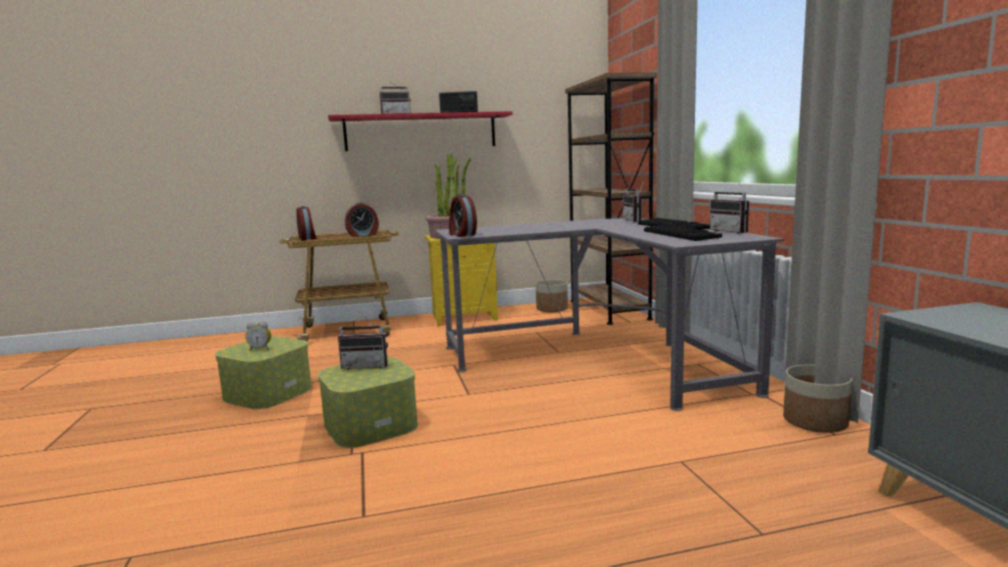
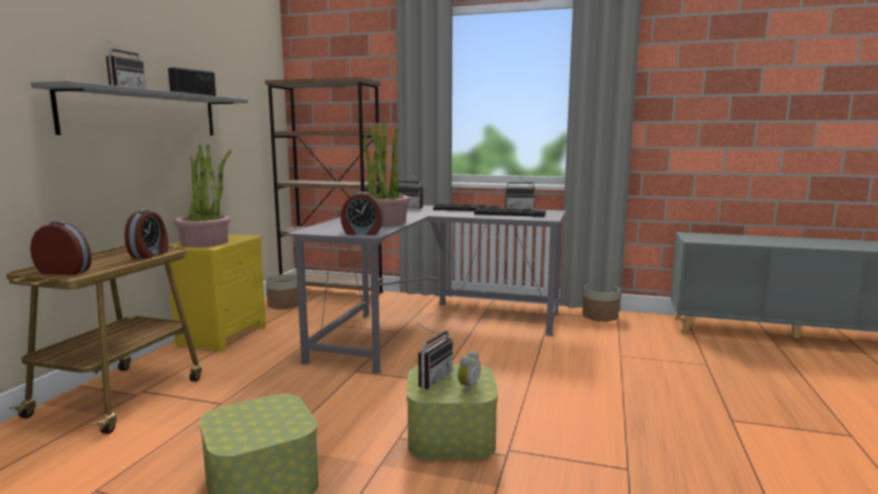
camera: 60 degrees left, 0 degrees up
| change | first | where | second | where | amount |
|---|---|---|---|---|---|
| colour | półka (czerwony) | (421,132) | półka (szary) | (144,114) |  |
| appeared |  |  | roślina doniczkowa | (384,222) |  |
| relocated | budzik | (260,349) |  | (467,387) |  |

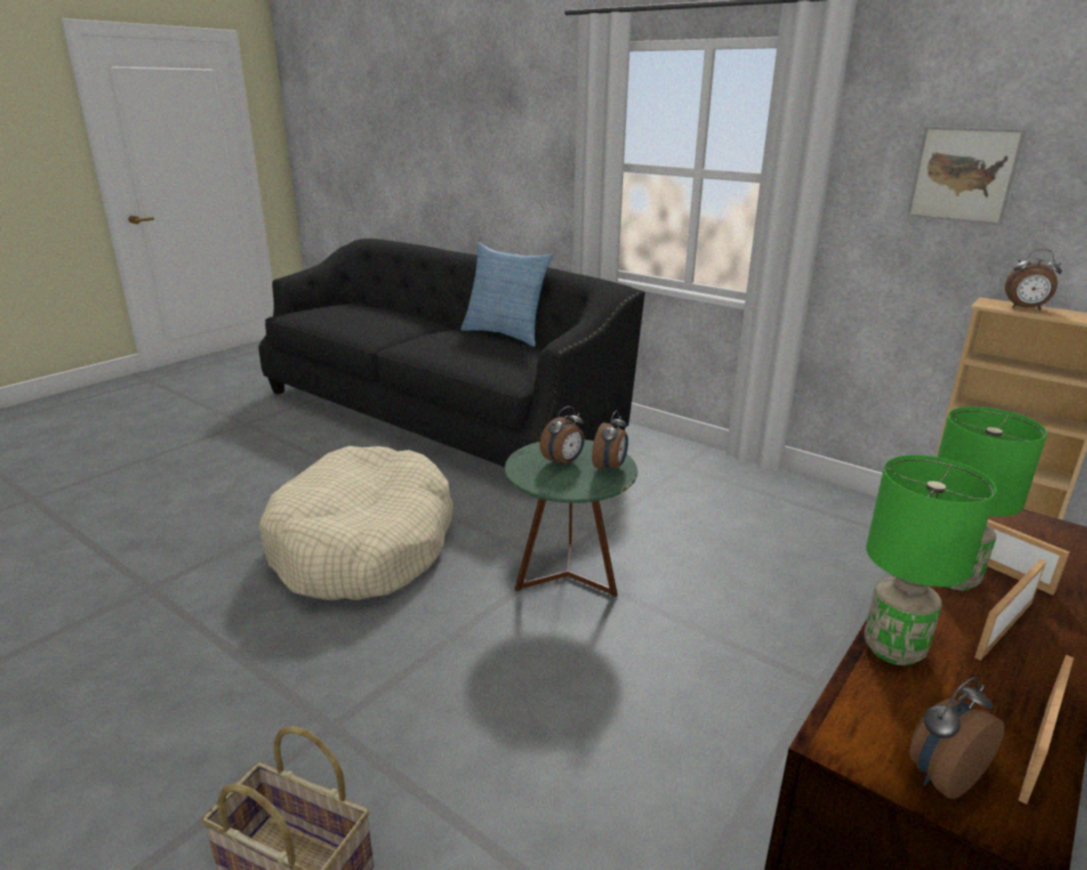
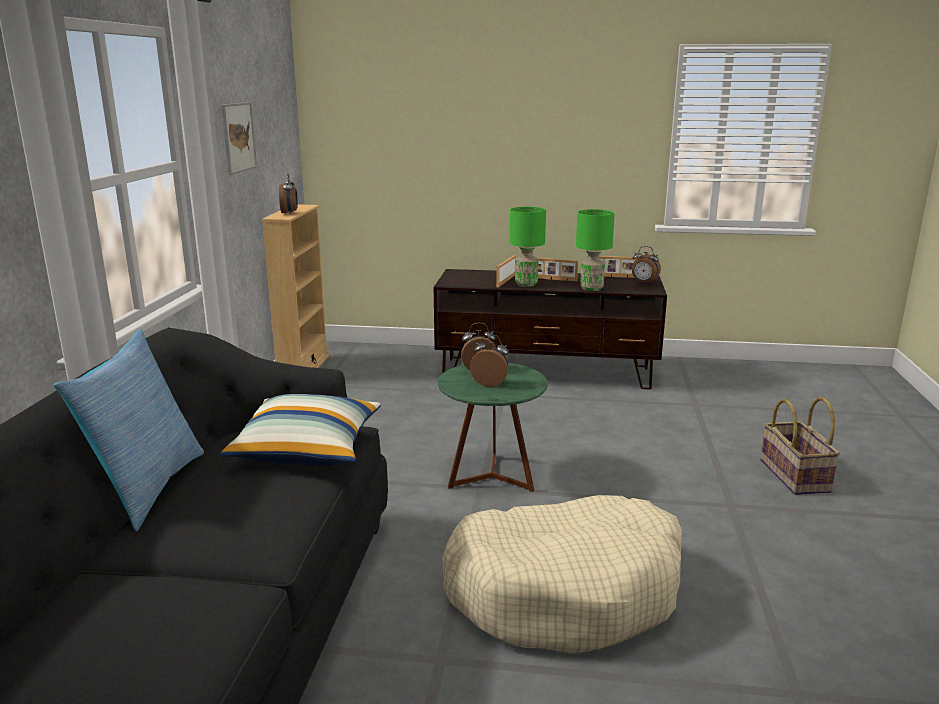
camera: 120 degrees left, 5 degrees down
| change | first | where | second | where | amount |
|---|---|---|---|---|---|
| appeared |  |  | poduszka | (307,449) |  |

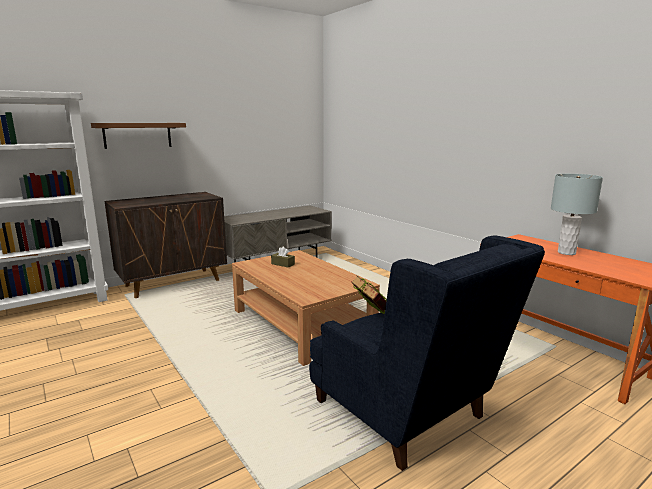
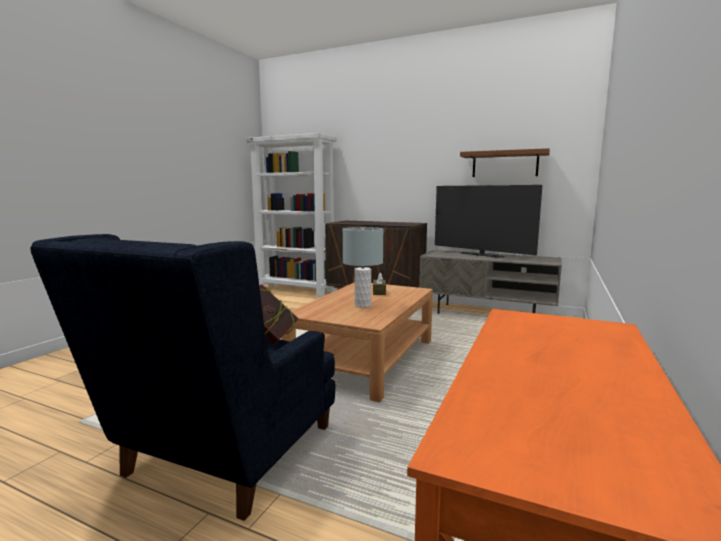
camera: 60 degrees right, 5 degrees down
| change | first | where | second | where | amount |
|---|---|---|---|---|---|
| relocated | lampa stołowa (szary) | (566,252) |  | (363,305) |  |
| appeared |  |  | telewizor | (481,255) |  |
| relocated | półka (brązowy) | (137,135) |  | (505,164) |  |

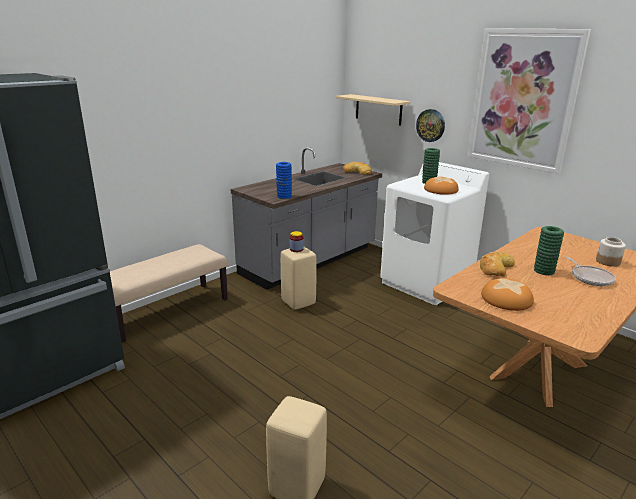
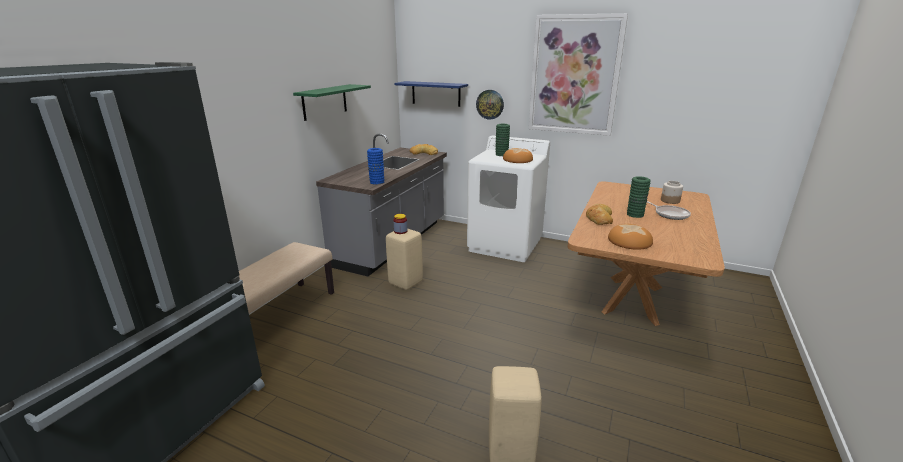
camera: 20 degrees left, 0 degrees up
| change | first | where | second | where | amount |
|---|---|---|---|---|---|
| appeared |  |  | półka (zielony) | (325,102) |  |
| colour | półka (beżowy) | (378,109) | półka (niebieski) | (436,93) |  |

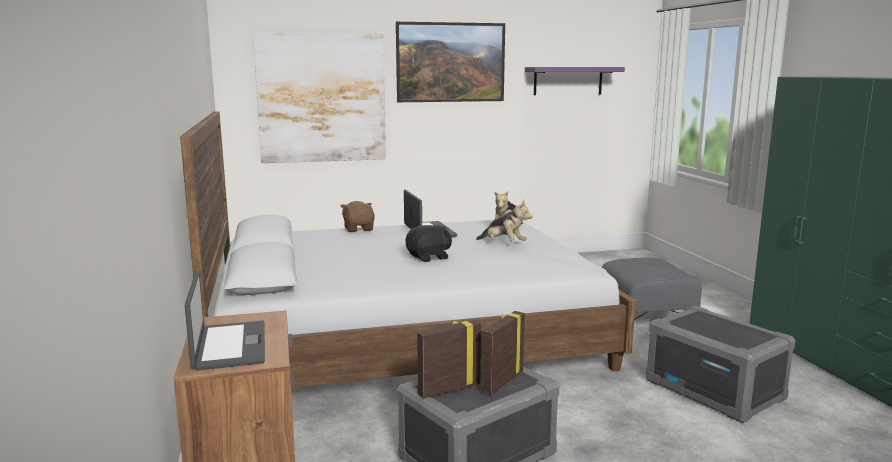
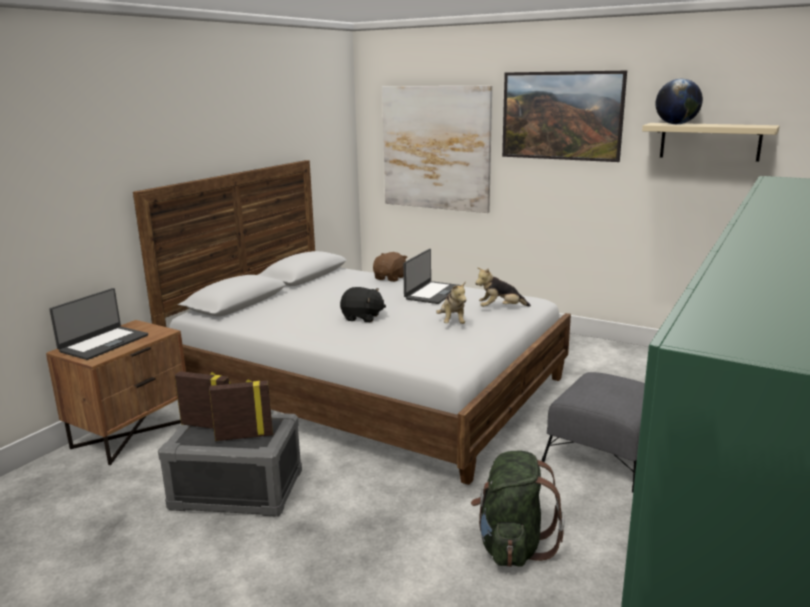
camera: 45 degrees right, 5 degrees up
| change | first | where | second | where | amount |
|---|---|---|---|---|---|
| exchanged | pojemnik do przechowywania (szary) | (715,390) | plecak (zielony) | (512,546) |  |
| colour | półka (fioletowy) | (568,81) | półka (beżowy) | (710,141) |  |
| appeared |  |  | globus | (676,124) |  |

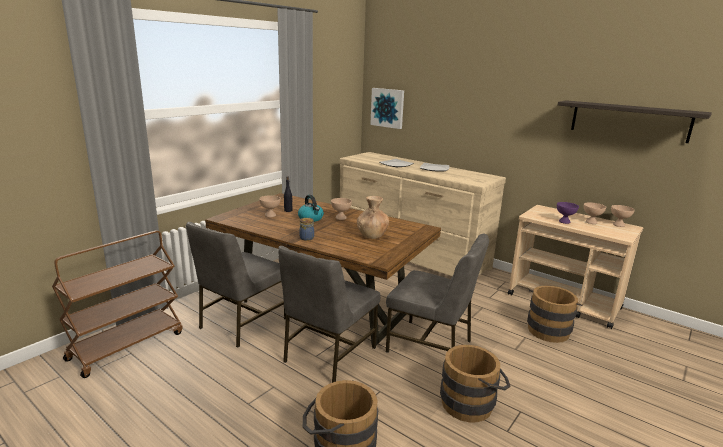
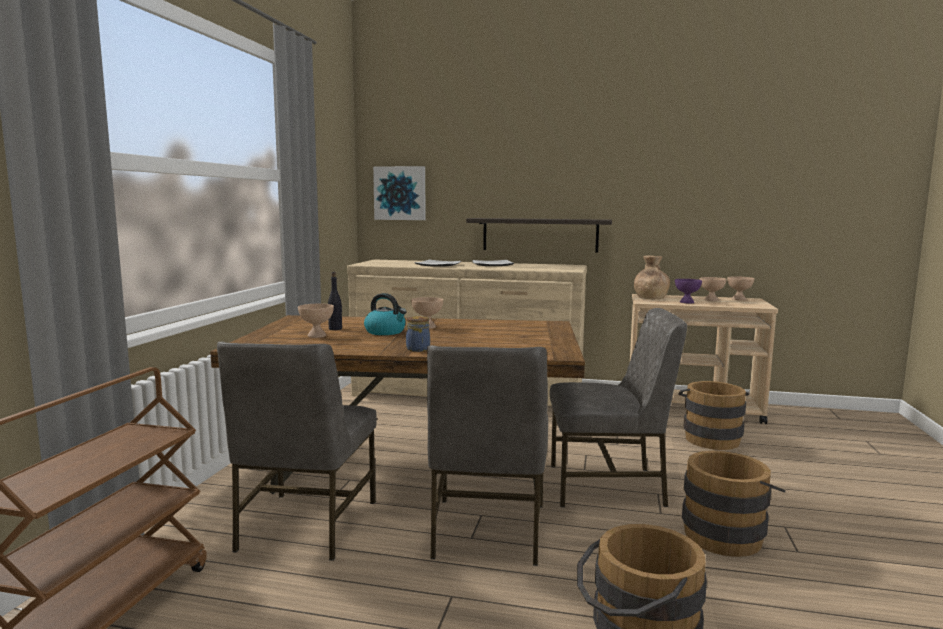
camera: 25 degrees left, 10 degrees down
| change | first | where | second | where | amount |
|---|---|---|---|---|---|
| relocated | półka | (629,121) |  | (540,235) |  |
| relocated | wazon (brązowy) | (372,235) |  | (650,298) |  |

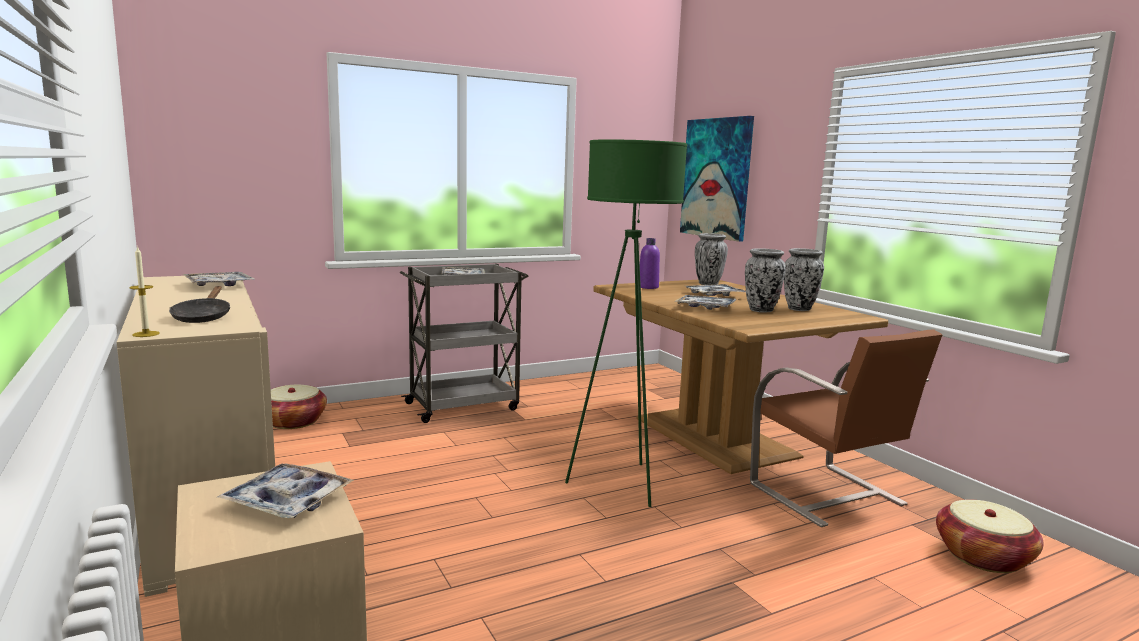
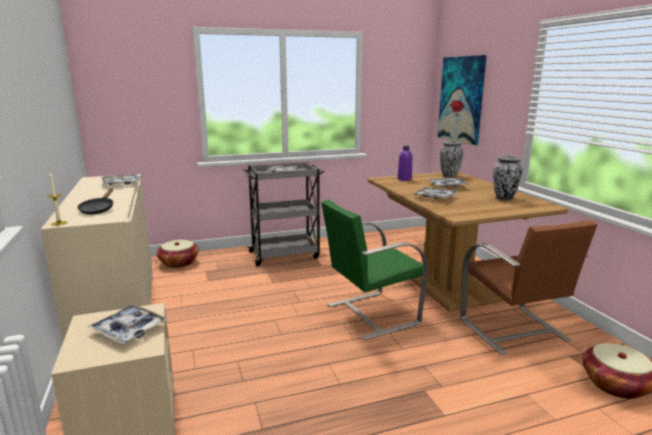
camera: 10 degrees right, 5 degrees up
| change | first | where | second | where | amount |
|---|---|---|---|---|---|
| exchanged | lampa stojąca (zielony) | (620,483) | krzesło (zielony) | (370,314) |  |
| missing | wazon | (761,310) |  |  |  |

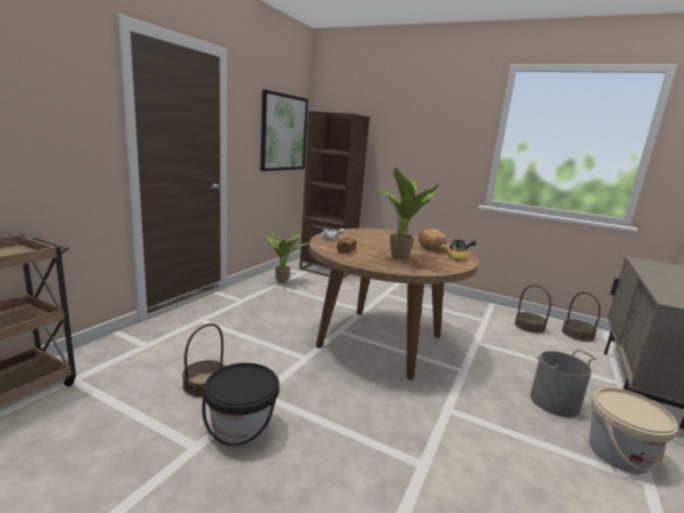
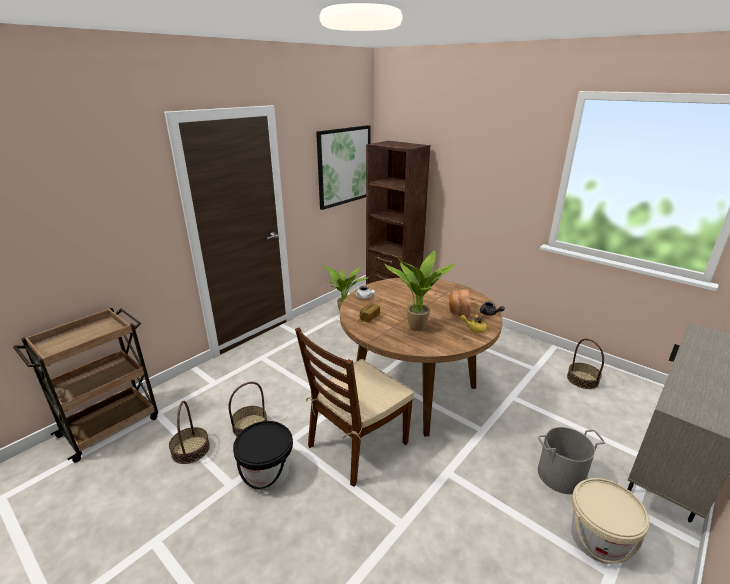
camera: 15 degrees right, 10 degrees up
| change | first | where | second | where | amount |
|---|---|---|---|---|---|
| relocated | koszyk | (577,334) |  | (190,449) |  |
| appeared |  |  | krzesło (brązowy) | (357,445) |  |

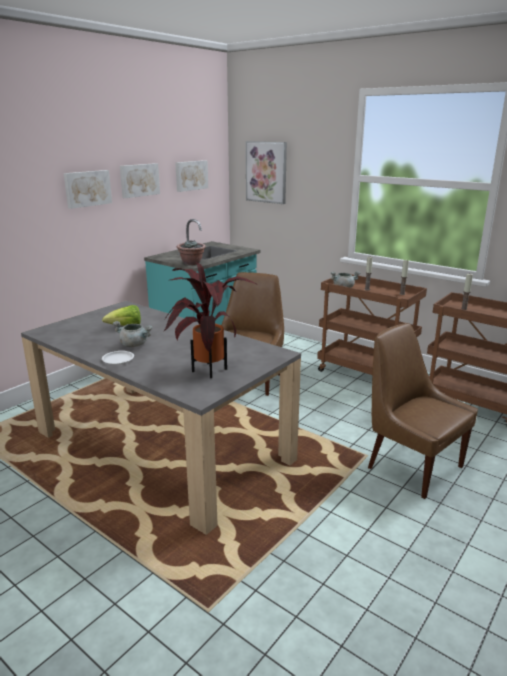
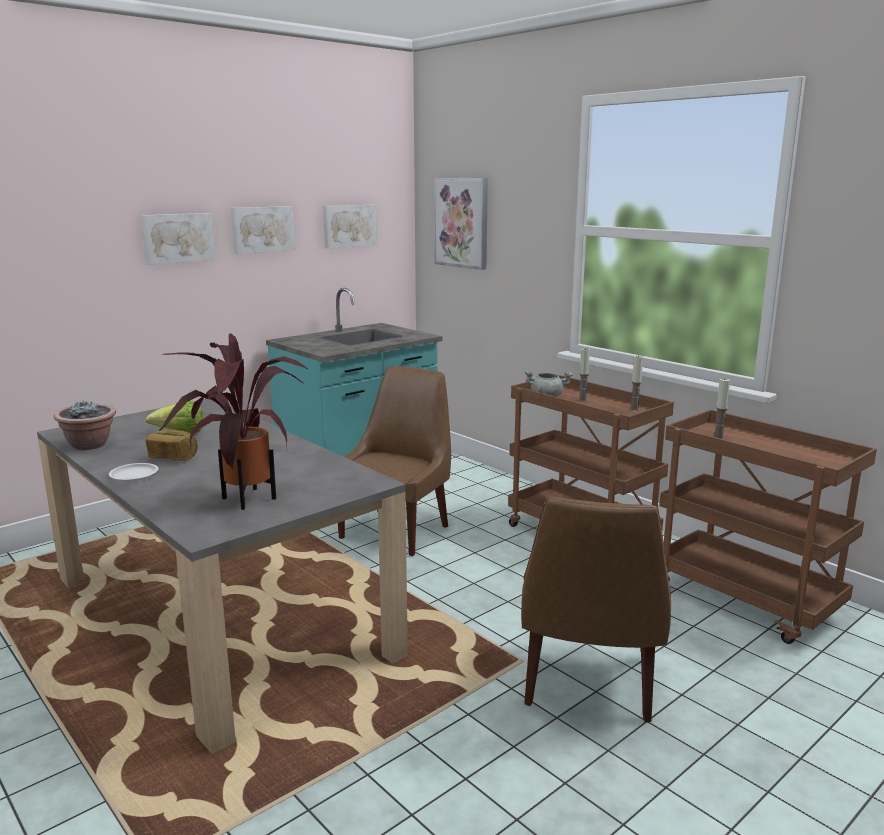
camera: 10 degrees right, 5 degrees down
| change | first | where | second | where | amount |
|---|---|---|---|---|---|
| relocated | roślina doniczkowa | (192,263) |  | (89,445) |  |
| exchanged | garnek (szary) | (135,345) | chleb | (173,457) |  |
| spun | krzesło (brązowy) | (411,465) |  | (588,684) | 135 degrees counterclockwise |

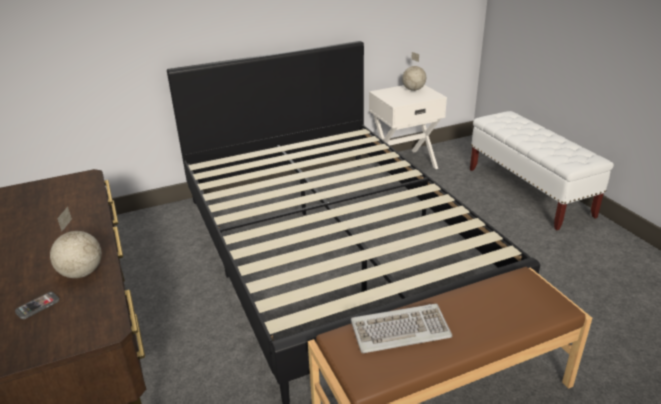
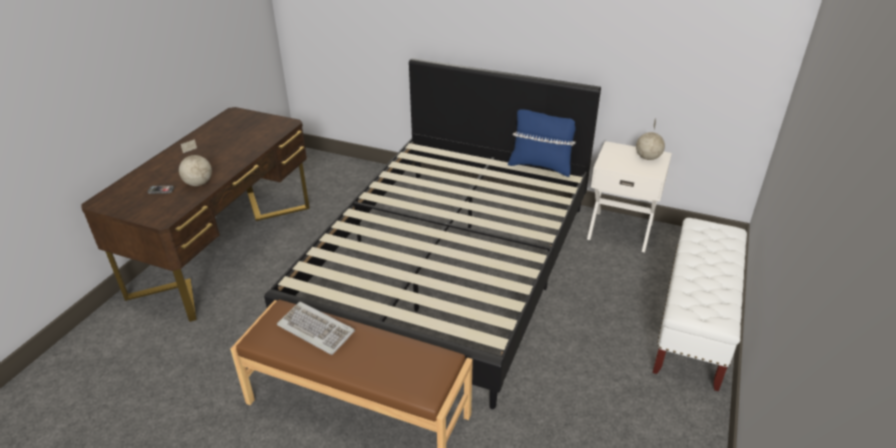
camera: 45 degrees right, 5 degrees up
| change | first | where | second | where | amount |
|---|---|---|---|---|---|
| appeared |  |  | poduszka (niebieski) | (540,166) |  |

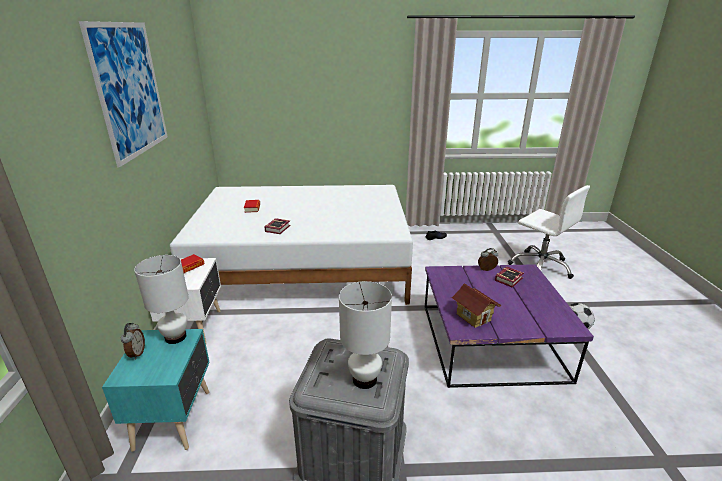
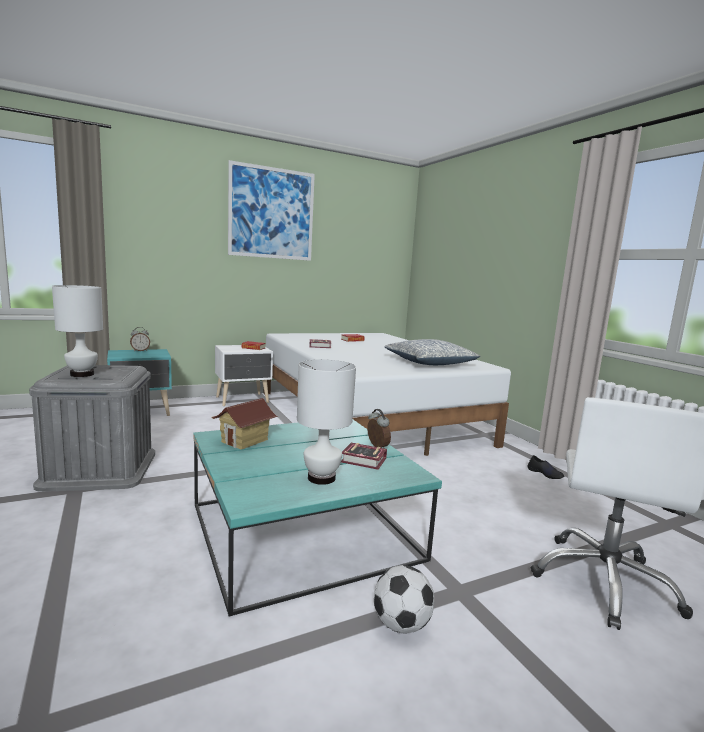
camera: 65 degrees right, 15 degrees down
| change | first | where | second | where | amount |
|---|---|---|---|---|---|
| colour | ława (fioletowy) | (490,342) | ława (turkusowy) | (300,530) |  |
| relocated | lampa stołowa (biały) | (176,337) |  | (322,478) |  |
| appeared |  |  | poduszka | (430,363) |  |

